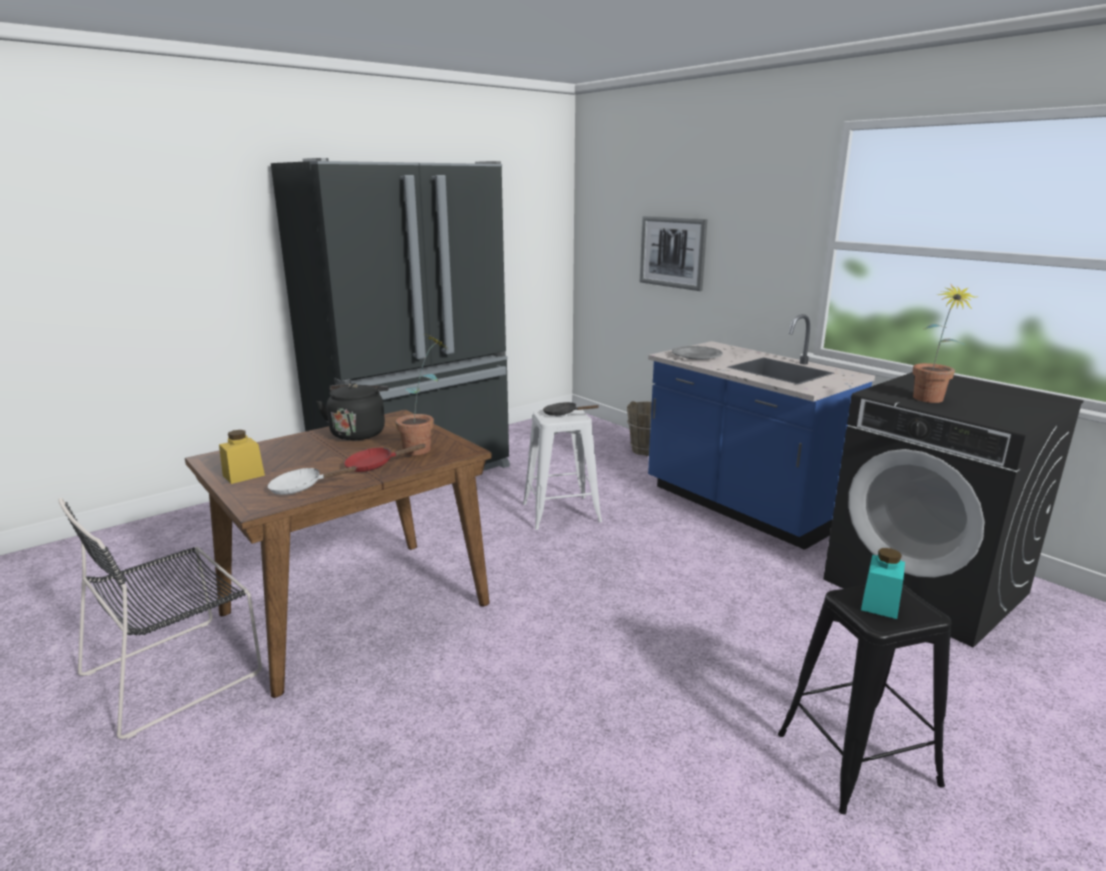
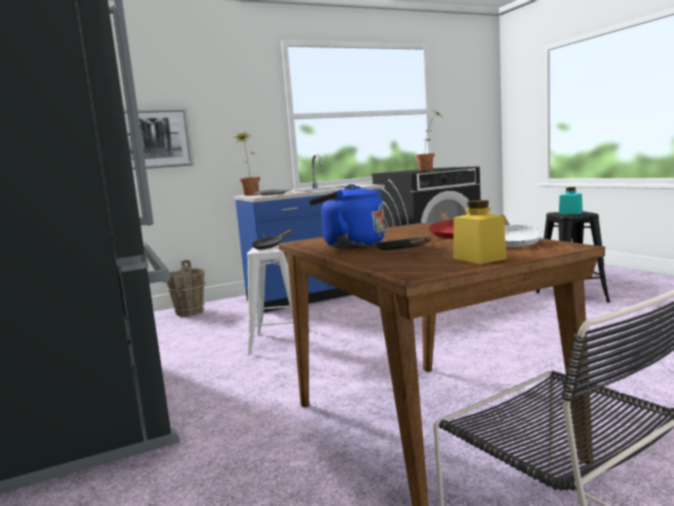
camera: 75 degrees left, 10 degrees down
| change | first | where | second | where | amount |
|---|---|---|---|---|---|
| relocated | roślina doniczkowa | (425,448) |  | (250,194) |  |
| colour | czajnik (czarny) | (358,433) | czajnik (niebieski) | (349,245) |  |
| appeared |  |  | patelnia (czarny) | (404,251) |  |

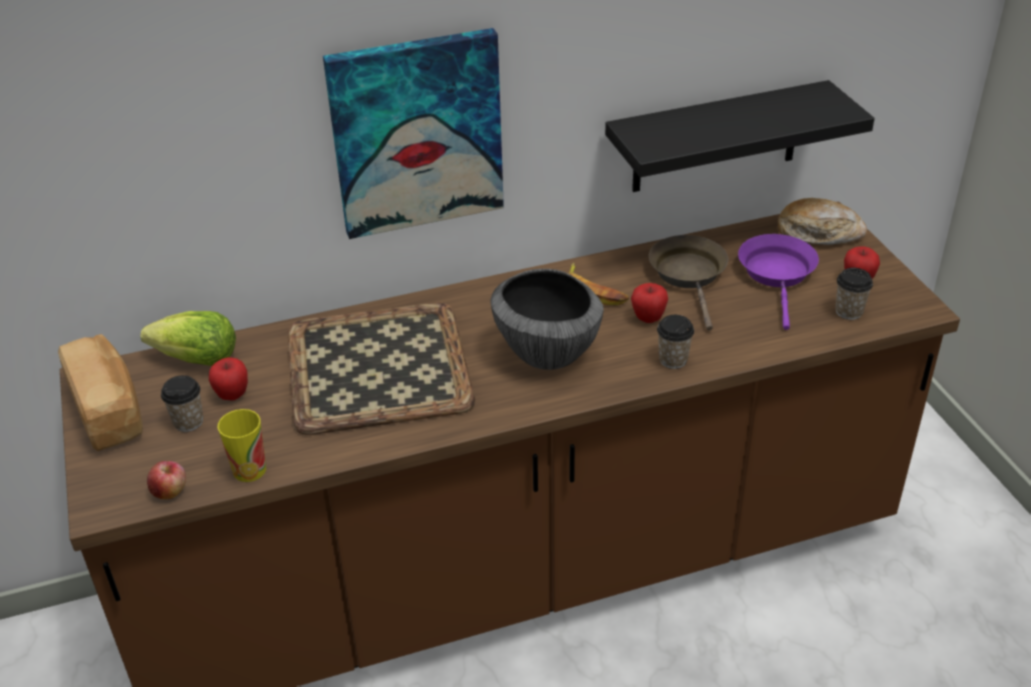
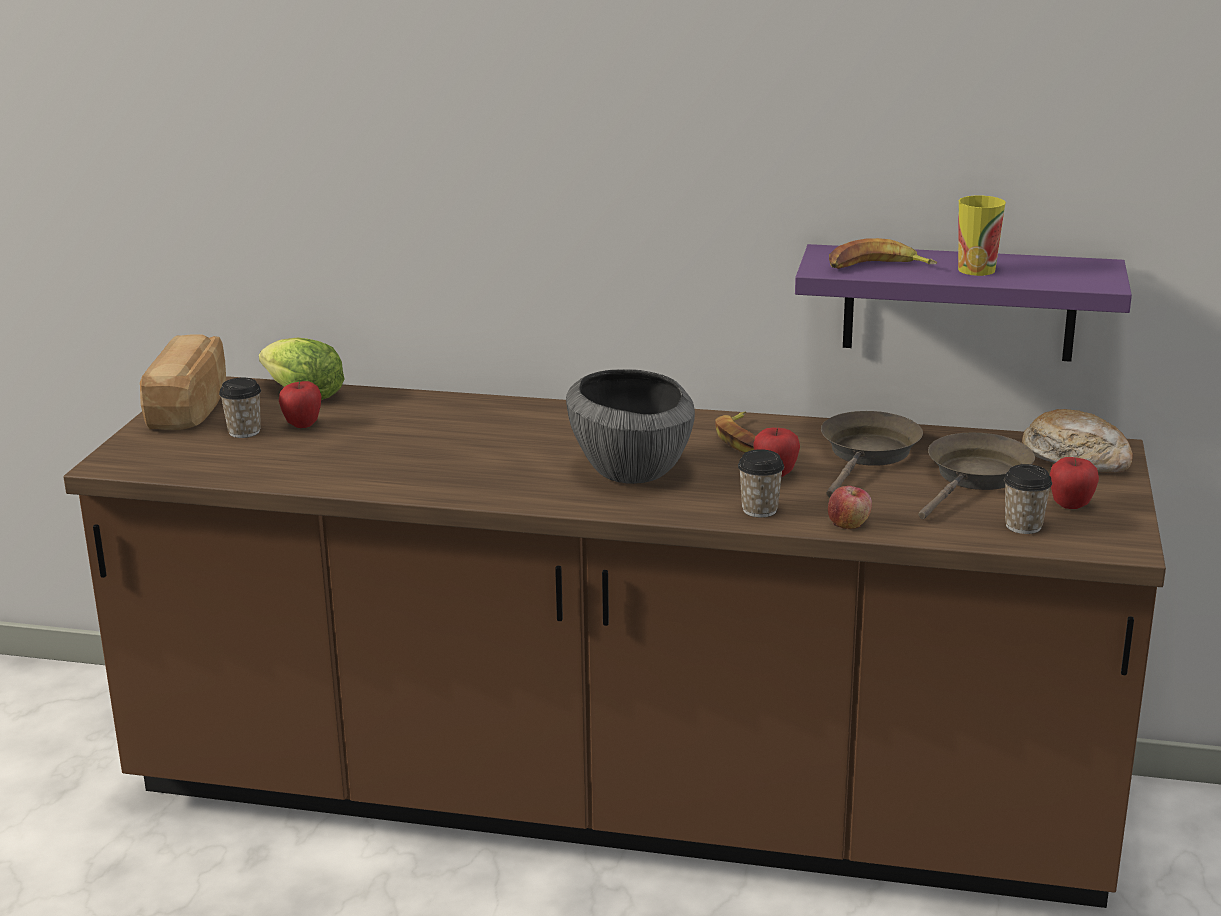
camera: 30 degrees right, 15 degrees down
| change | first | where | second | where | amount |
|---|---|---|---|---|---|
| colour | półka (czarny) | (716,138) | półka (fioletowy) | (959,303) |  |
| relocated | jabłko | (170,491) |  | (848,524) |  |
| appeared |  |  | banan | (877,267) |  |
| colour | patelnia (fioletowy) | (777,275) | patelnia (brązowy) | (975,478) |  |
| relocated | filiżanka | (249,470) |  | (976,270) |  |
| missing | taca | (376,366) |  |  |  |
| missing | obraz | (417,133) |  |  |  |

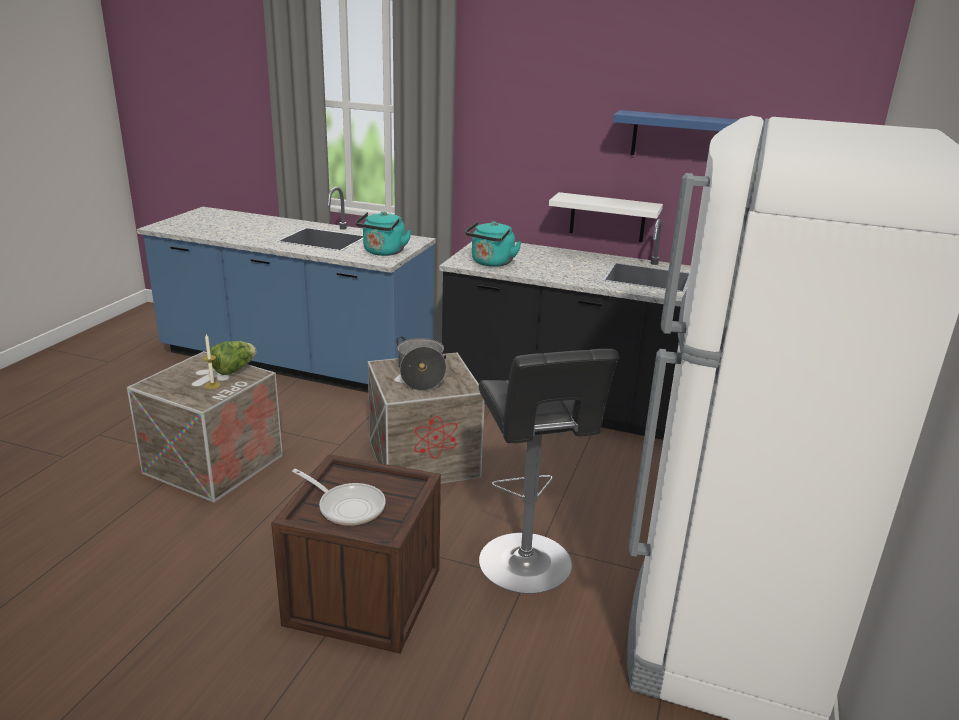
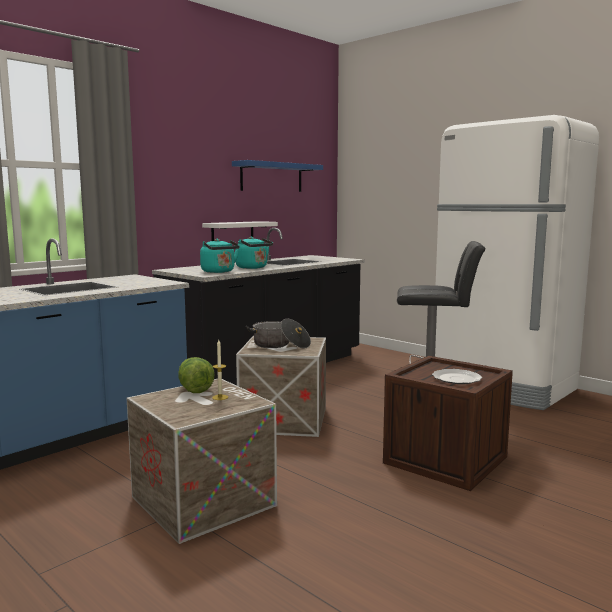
camera: 65 degrees left, 15 degrees down
| change | first | where | second | where | amount |
|---|---|---|---|---|---|
| relocated | czajnik (turkusowy) | (383,252) |  | (253,268) |  |
| exchanged | patelnia | (347,506) | talerz | (456,378) |  |

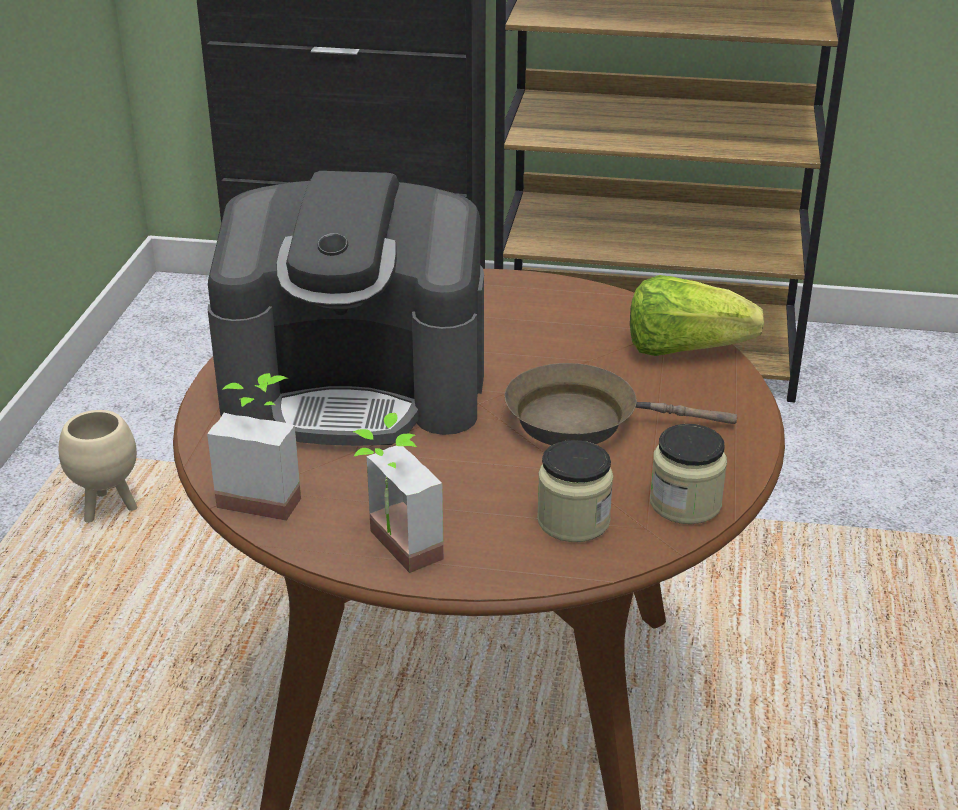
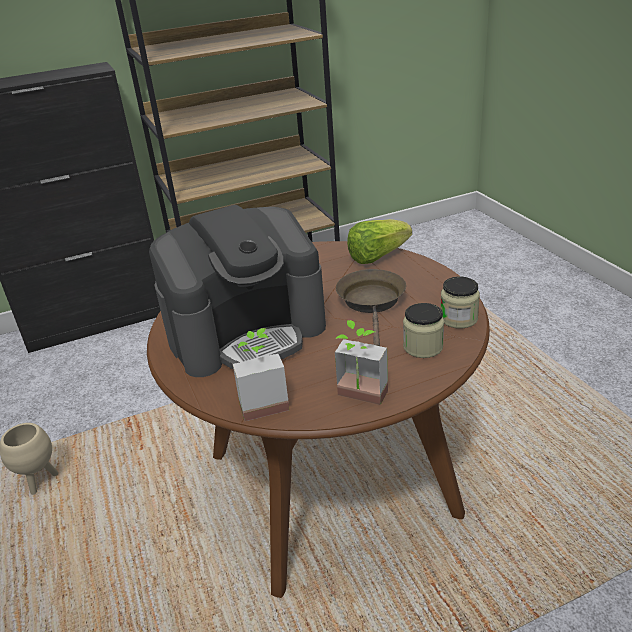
camera: 30 degrees left, 0 degrees up
| change | first | where | second | where | amount |
|---|---|---|---|---|---|
| spun | patelnia (brązowy) | (583,420) |  | (372,303) | 120 degrees clockwise |

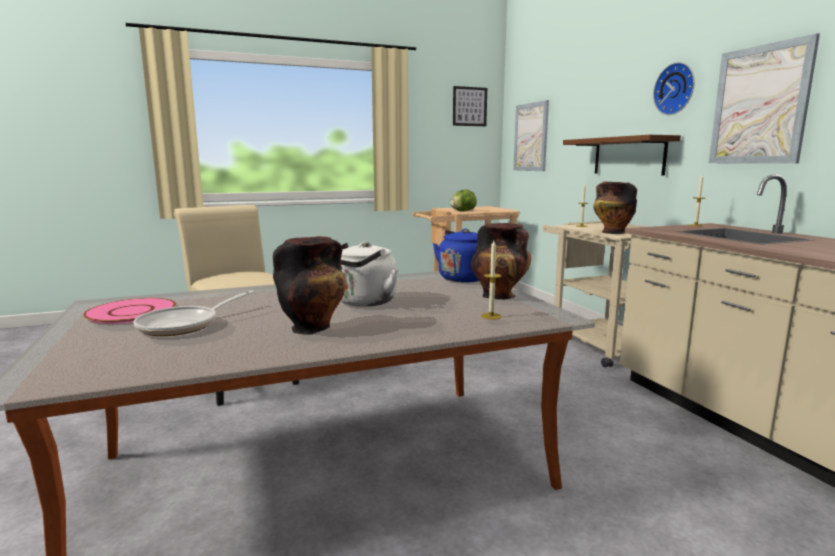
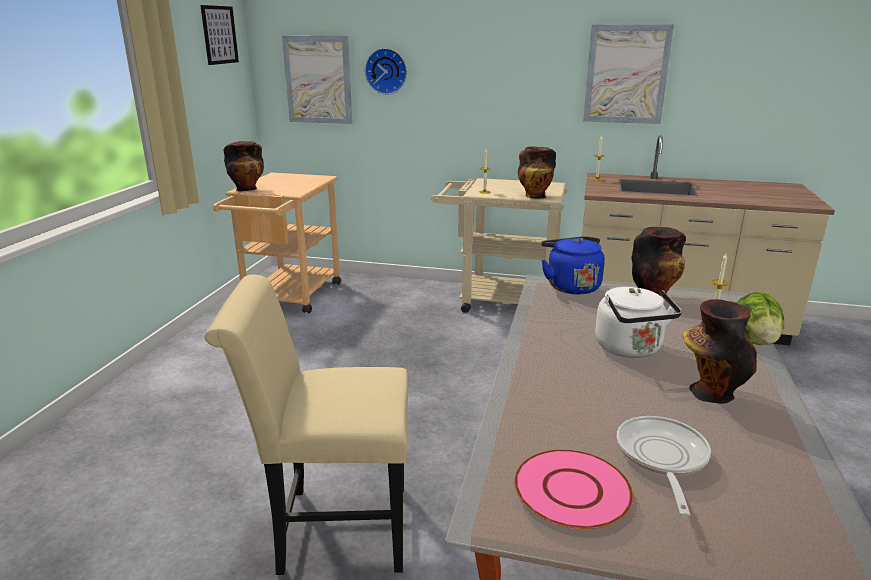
camera: 55 degrees left, 10 degrees up
| change | first | where | second | where | amount |
|---|---|---|---|---|---|
| appeared |  |  | wazon | (248,189) |  |
| relocated | zegar ścienny | (676,89) |  | (386,71) |  |
| spun | patelnia | (185,325) |  | (661,458) | 150 degrees counterclockwise |
| relocated | sałata | (462,211) |  | (754,340) |  |
| missing | półka (brązowy) | (628,156) |  |  |  |

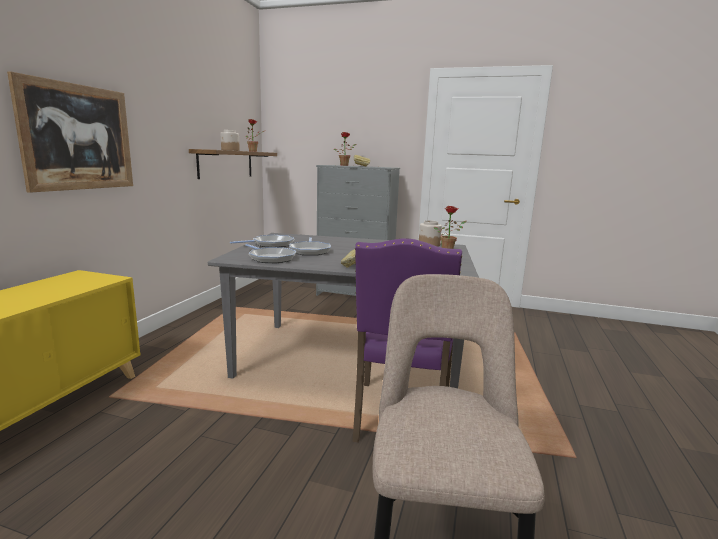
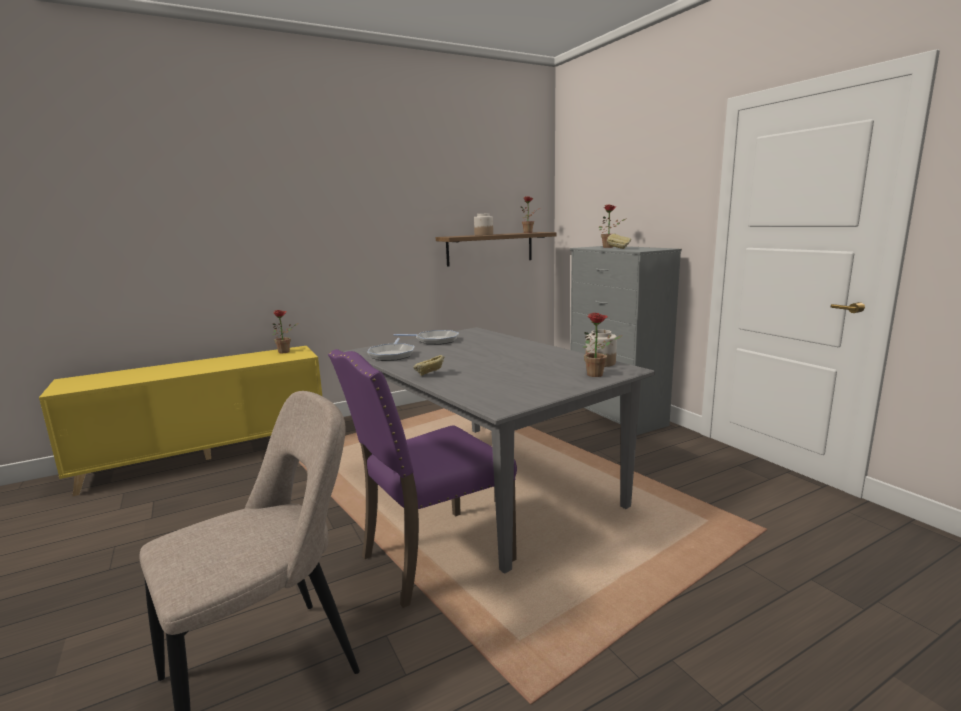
camera: 45 degrees right, 0 degrees up
| change | first | where | second | where | amount |
|---|---|---|---|---|---|
| appeared |  |  | roślina doniczkowa | (286,351) |  |
| missing | obraz | (78,137) |  |  |  |
| missing | patelnia | (310,251) |  |  |  |

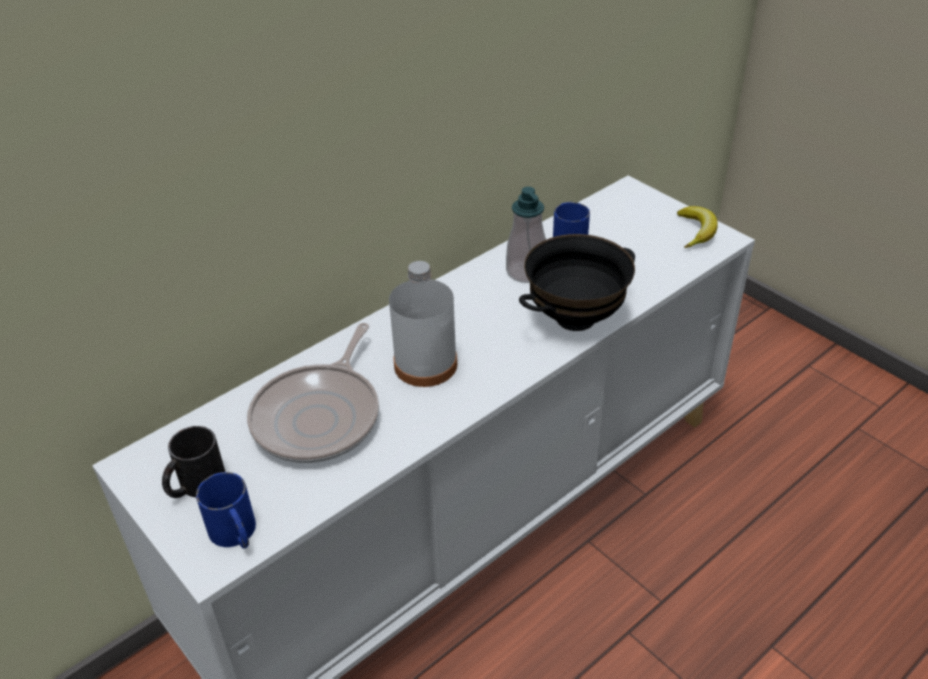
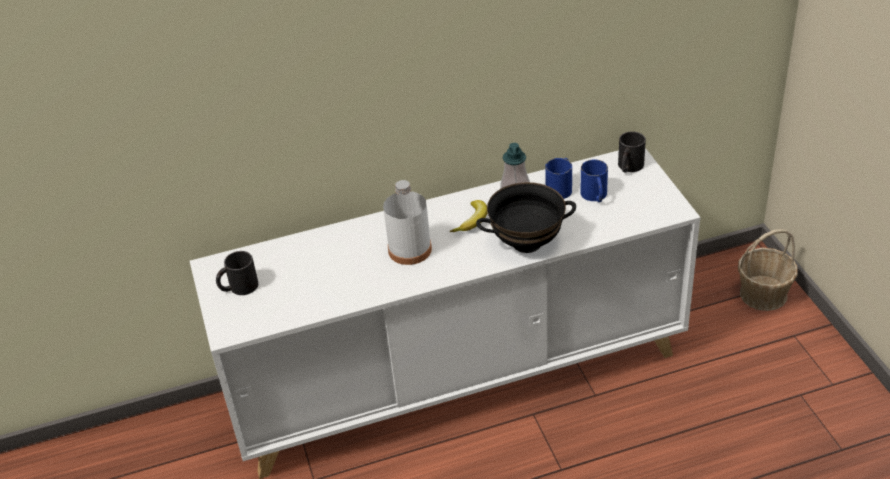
camera: 25 degrees right, 0 degrees up
| change | first | where | second | where | amount |
|---|---|---|---|---|---|
| relocated | banan | (696,231) |  | (472,221) |  |
| relocated | kubek (niebieski) | (236,534) |  | (595,196) |  |
| appeared |  |  | kubek (czarny) | (629,167) |  |
| appeared |  |  | koszyk | (763,294) |  |
| missing | patelnia | (320,416) |  |  |  |

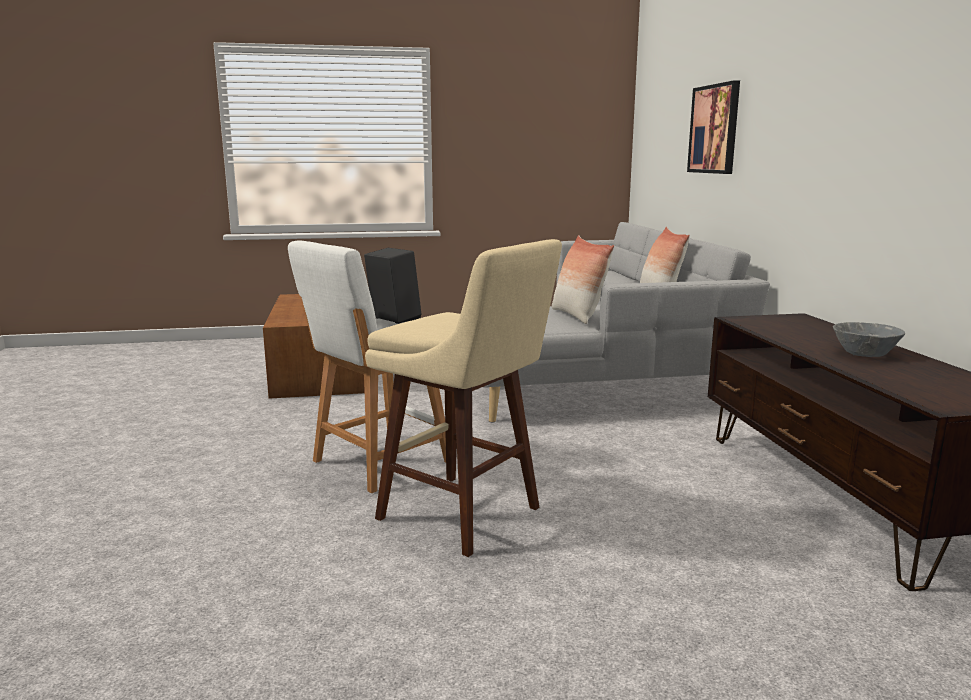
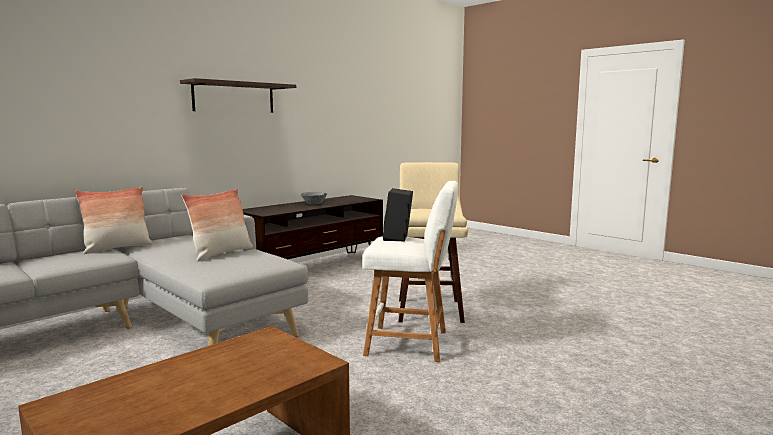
camera: 125 degrees left, 5 degrees down
| change | first | where | second | where | amount |
|---|---|---|---|---|---|
| appeared |  |  | półka | (234,97) |  |
| missing | obraz | (714,129) |  |  |  |

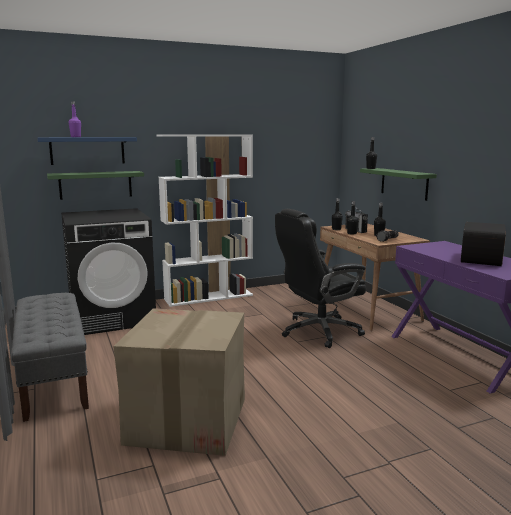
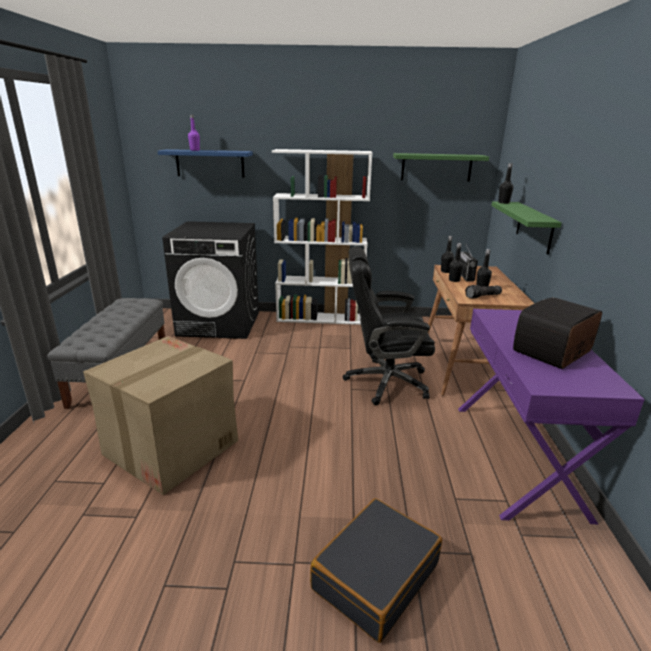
camera: 25 degrees right, 10 degrees up
| change | first | where | second | where | amount |
|---|---|---|---|---|---|
| appeared |  |  | walizka (czarny) | (375,576) |  |
| relocated | półka (zielony) | (95,185) |  | (436,167) |  |

